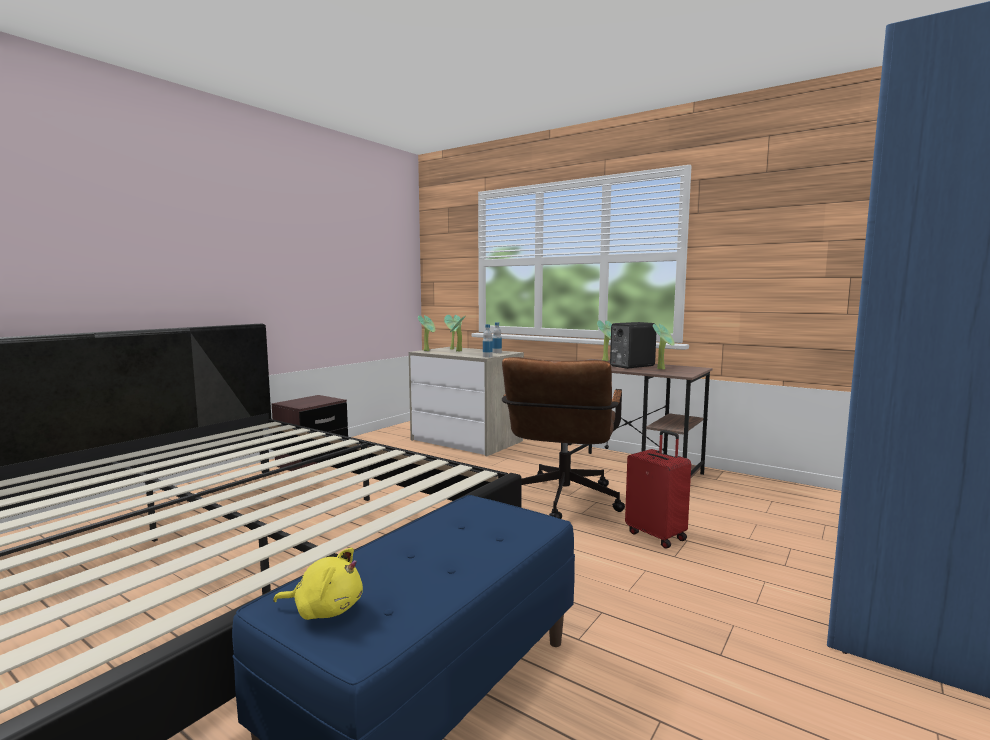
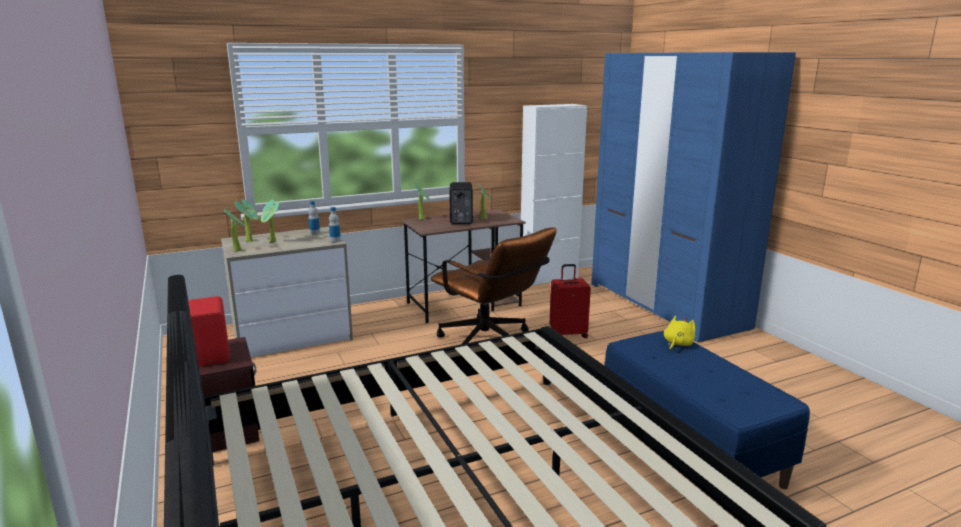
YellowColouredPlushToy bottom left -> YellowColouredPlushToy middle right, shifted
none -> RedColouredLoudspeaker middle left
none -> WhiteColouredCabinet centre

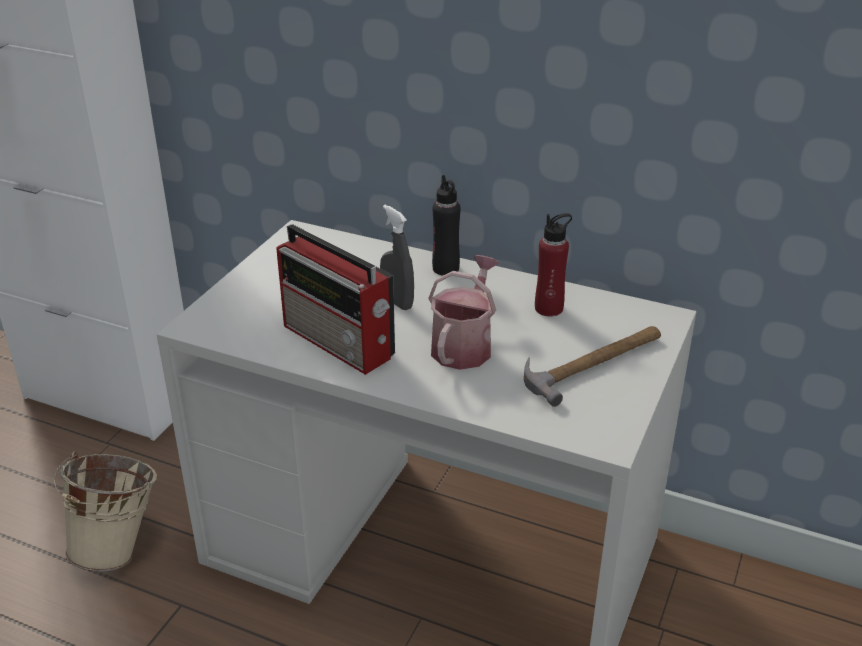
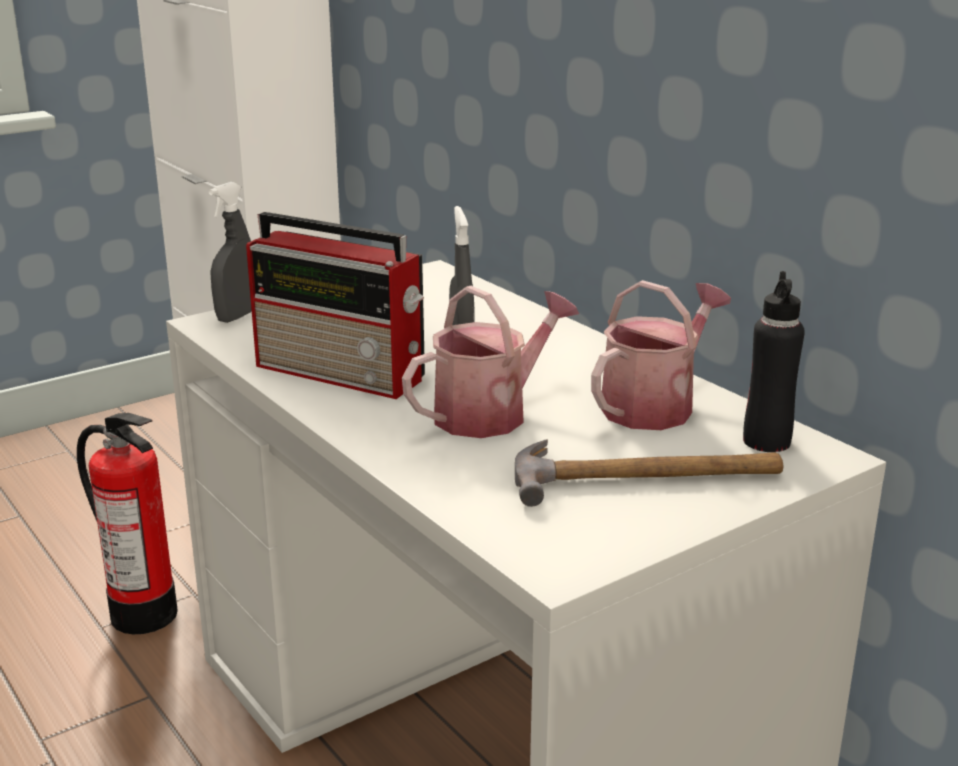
BeigeColouredBucket bottom left -> Extinguisher bottom left
Radio centre, 45 degrees counterclockwise
BlackColouredDrinkBottle centre -> BlackColouredDrinkBottle middle right, shifted
RedColouredDrinkBottle centre -> SprinklingCan (no. 2 from left) middle right
none -> GraySprayBottle (no. 1 from left) top left

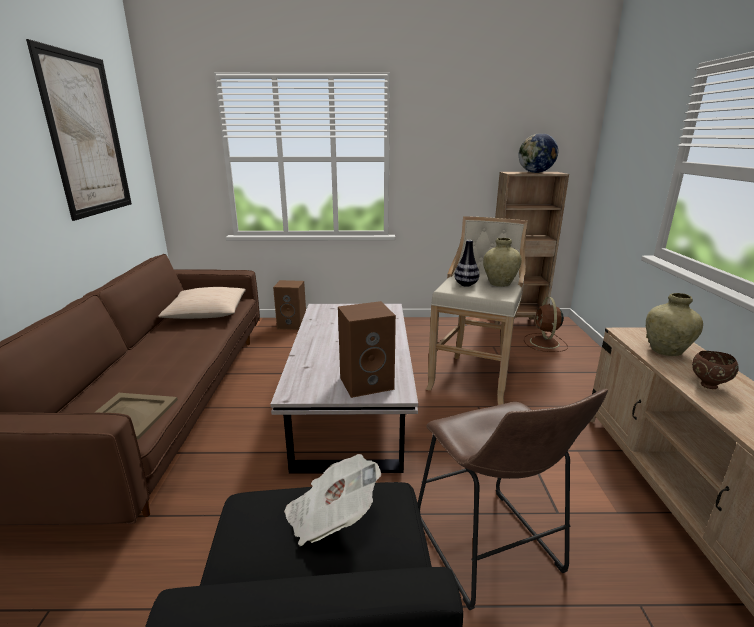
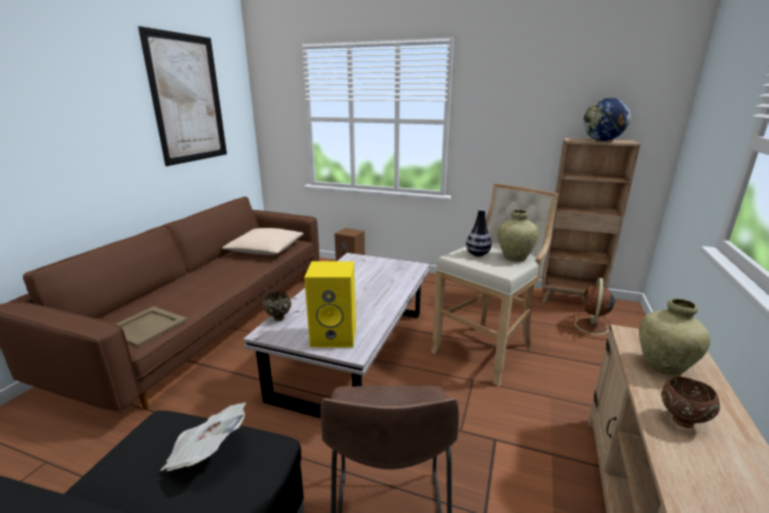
BrownLoudspeaker (no. 2 from left) centre -> YellowColouredLoudspeaker centre
none -> BrownDeepDish (no. 1 from left) centre

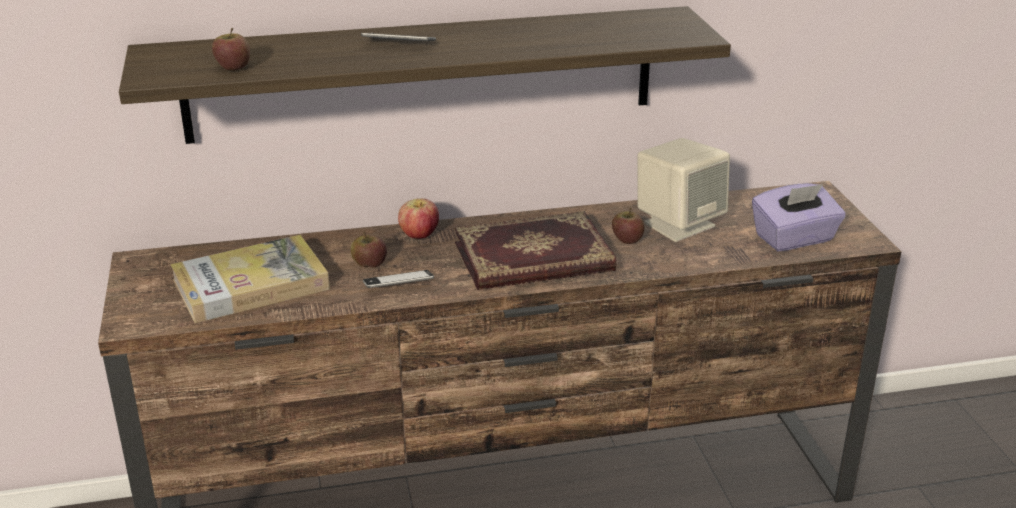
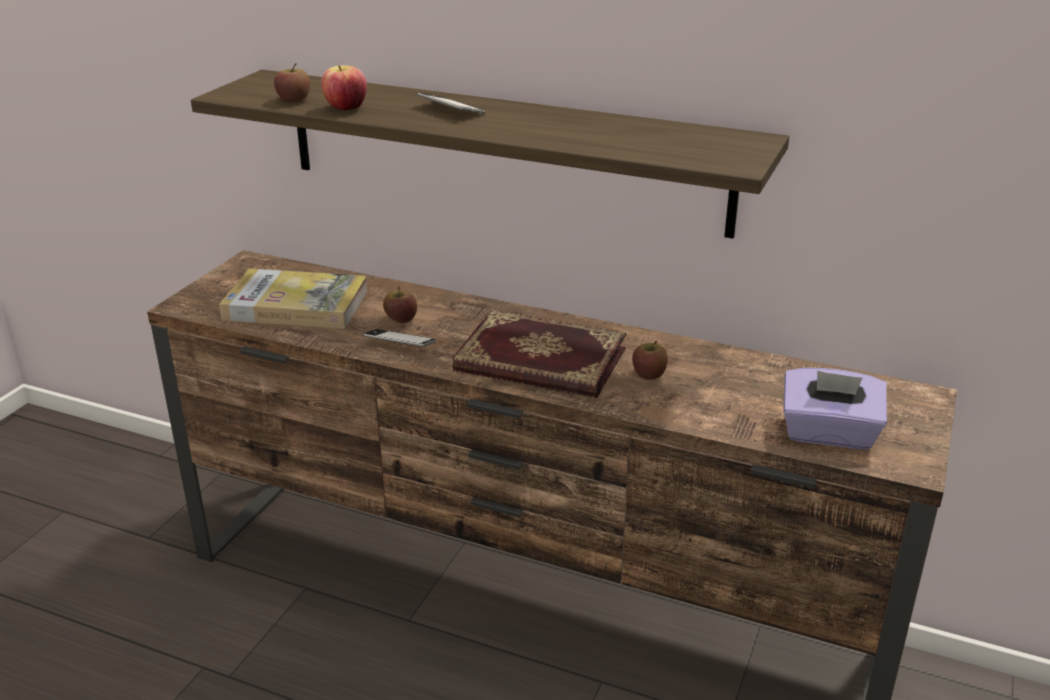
WholeApple (no. 3 from left in the first image) centre -> WholeApple (no. 2 from left) top left, shifted
BeigeColouredLoudspeaker middle right -> none

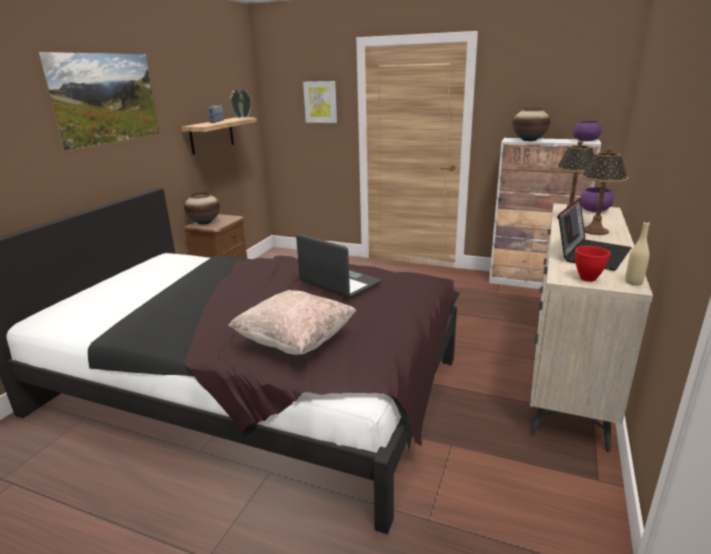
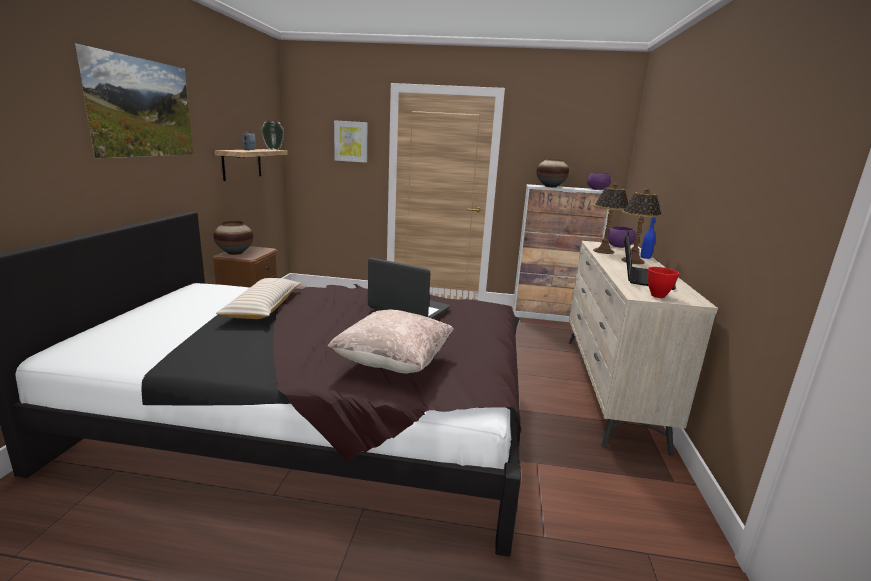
BeigeColouredDrinkBottle middle right -> none
none -> BeigeColouredThrowPillow (no. 1 from left) middle left
none -> BluishDrinkBottle middle right

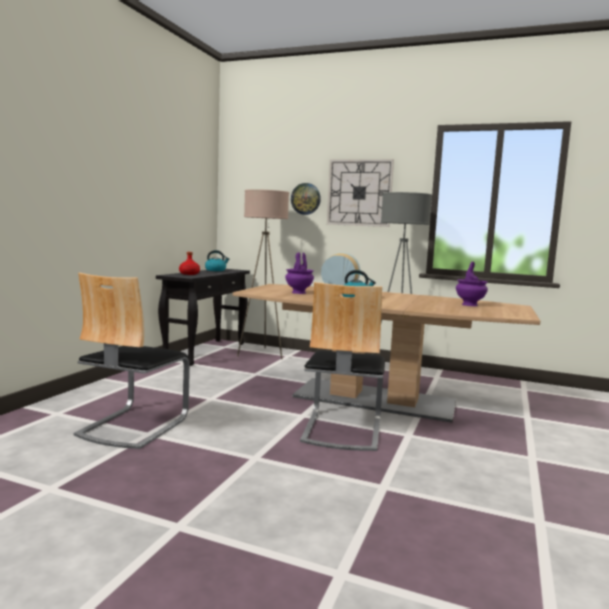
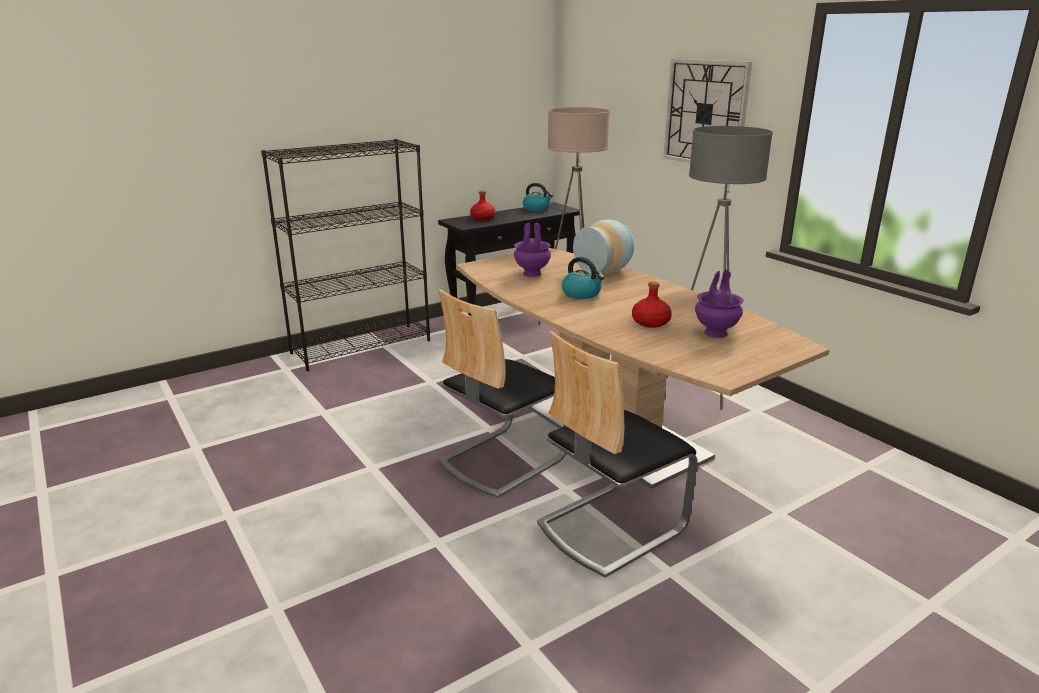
Chair (no. 1 from left in the first image) middle left -> Chair (no. 2 from left) centre, shifted
WallClock (no. 1 from left) top centre -> none
none -> BlackColouredShelvingUnit middle left
none -> RedColouredDrinkBottle (no. 2 from left) centre

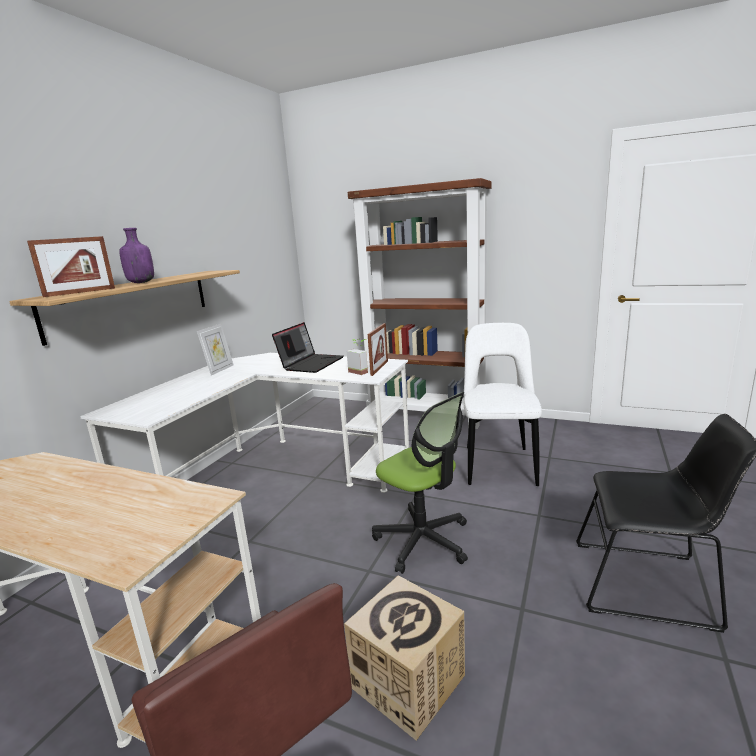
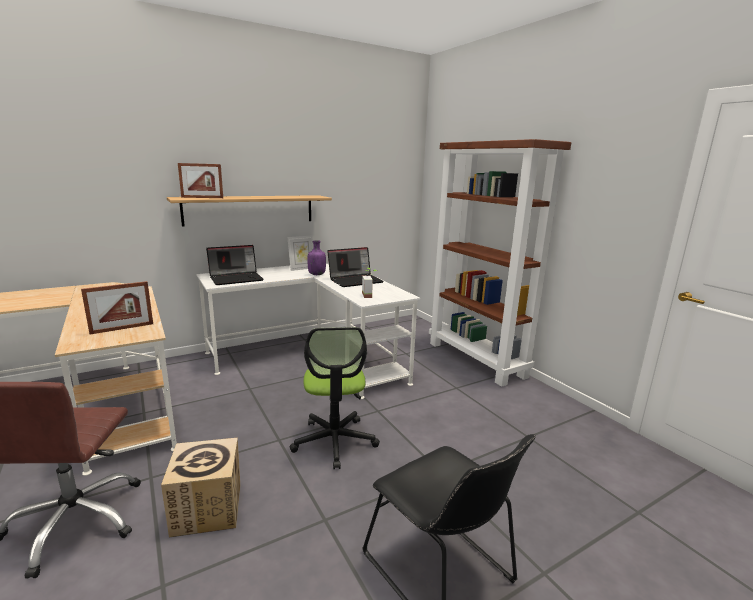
PurpleColouredDrinkBottle middle left -> PurpleColouredDrinkBottle centre, shifted
StandingFrame (no. 3 from left in the first image) centre -> StandingFrame (no. 1 from left) middle left, shifted
WhiteColouredChair centre -> none
none -> NotebookComputer (no. 1 from left) middle left

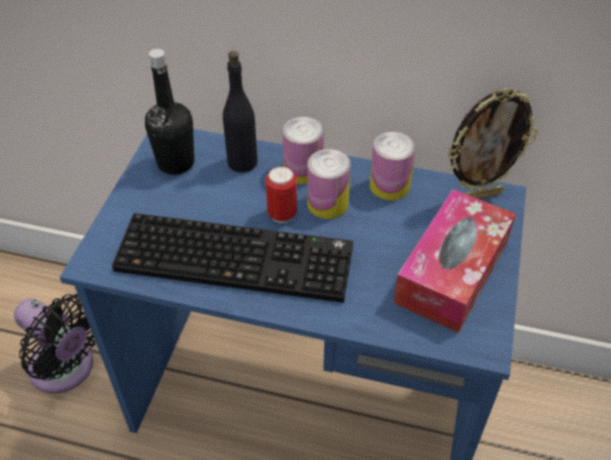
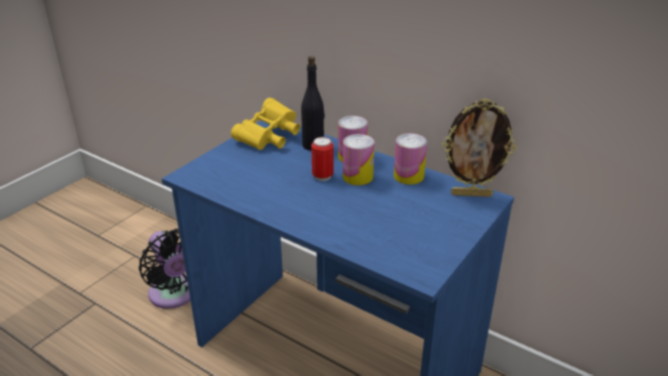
ComputerKeyboard centre -> none
BlackColouredDrinkBottle (no. 1 from left) top left -> YellowColouredBinoculars top centre
TissueHolder middle right -> none

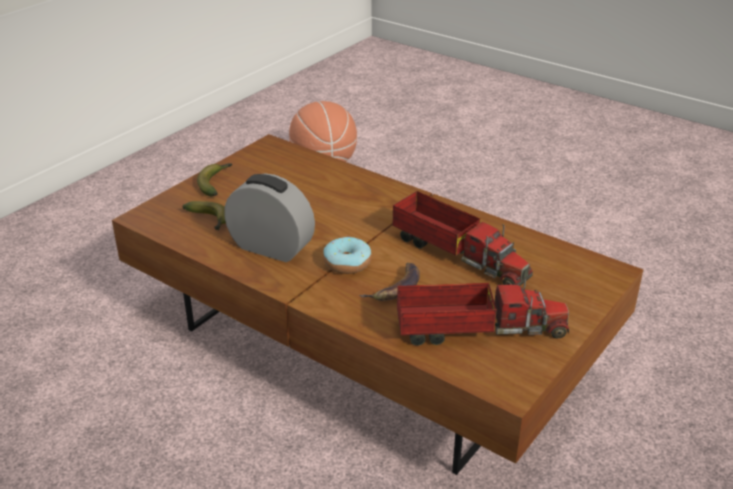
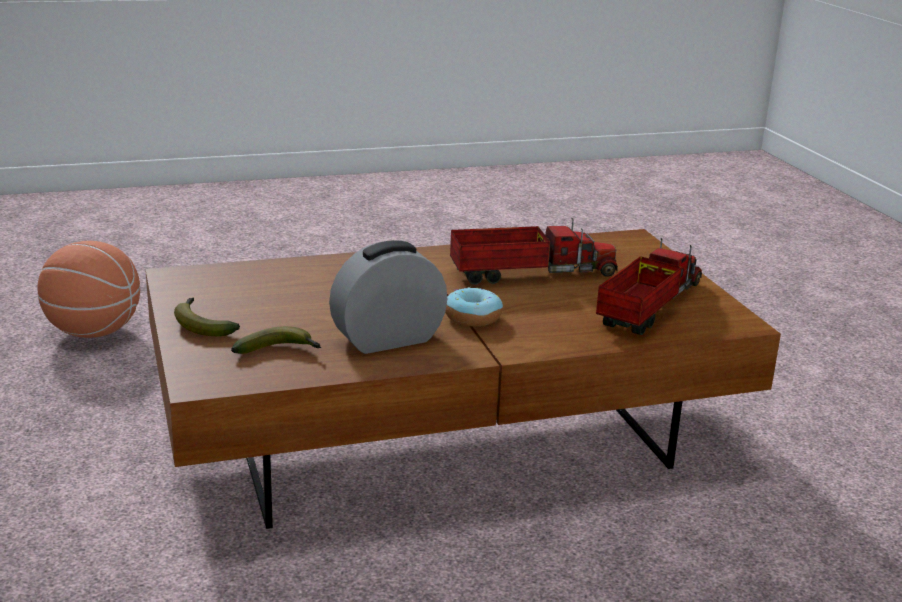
Banana (no. 3 from left) centre -> none

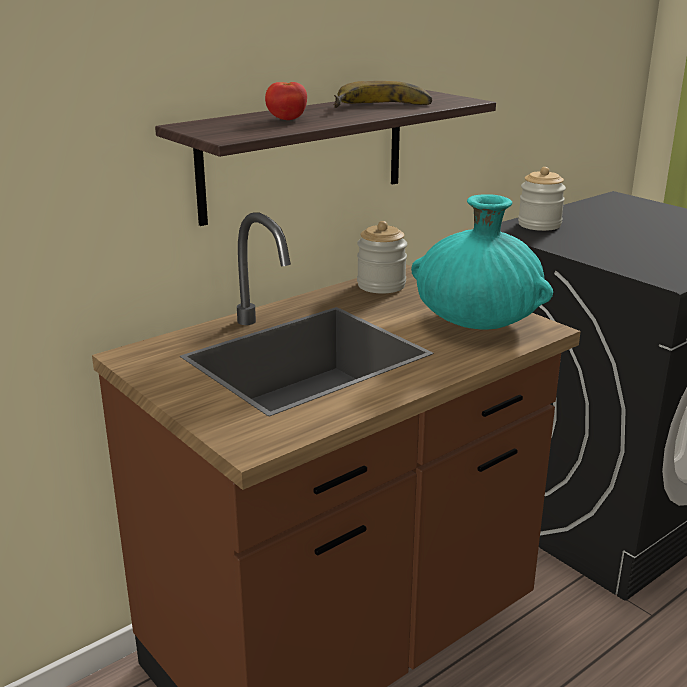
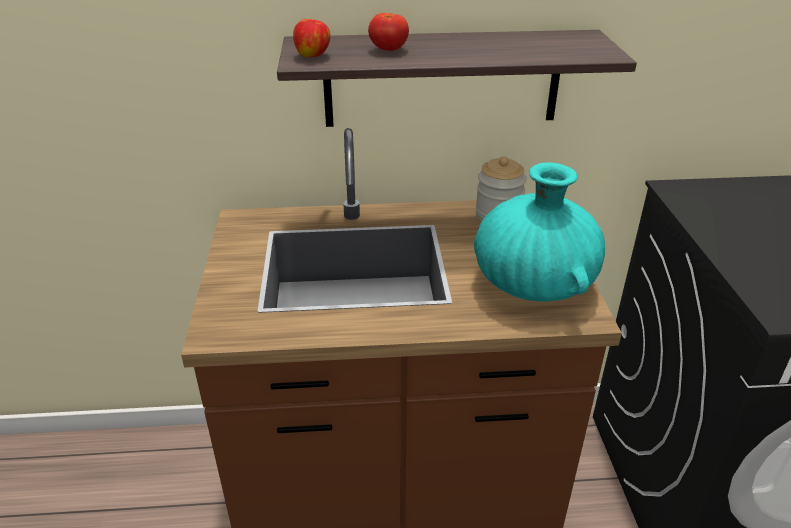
Banana top centre -> none
StorageJar (no. 2 from left) top right -> none
none -> WholeApple top centre

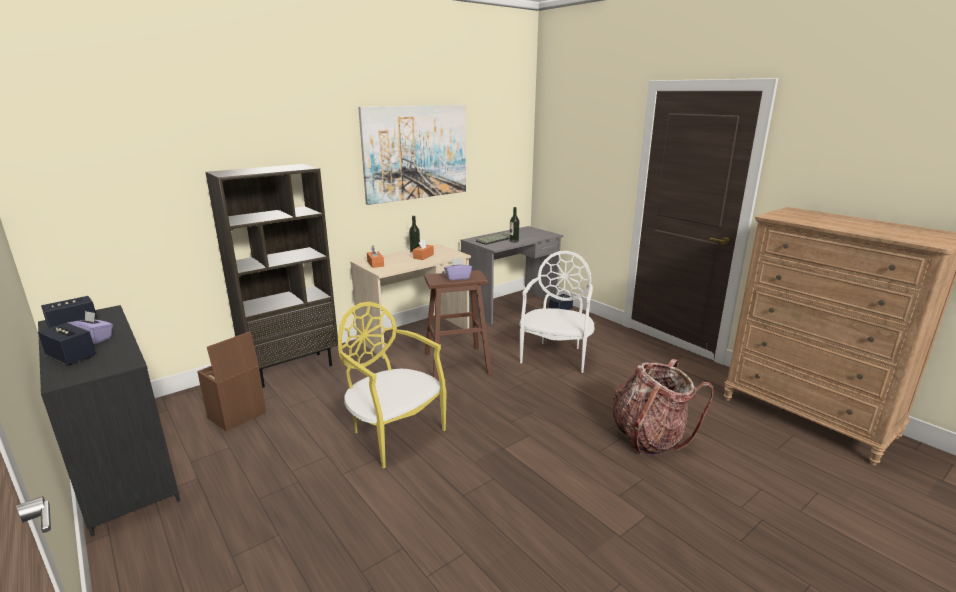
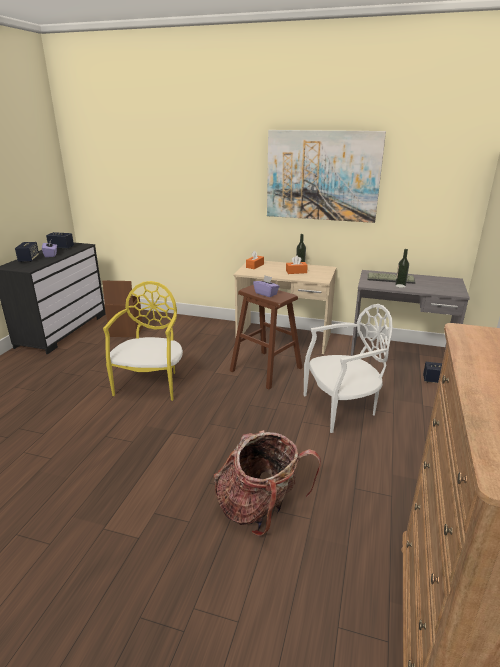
BrownShelvingUnit middle left -> none

